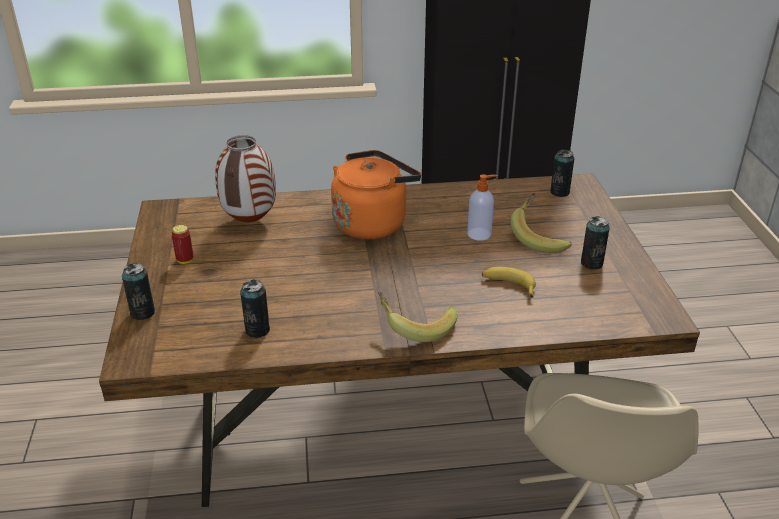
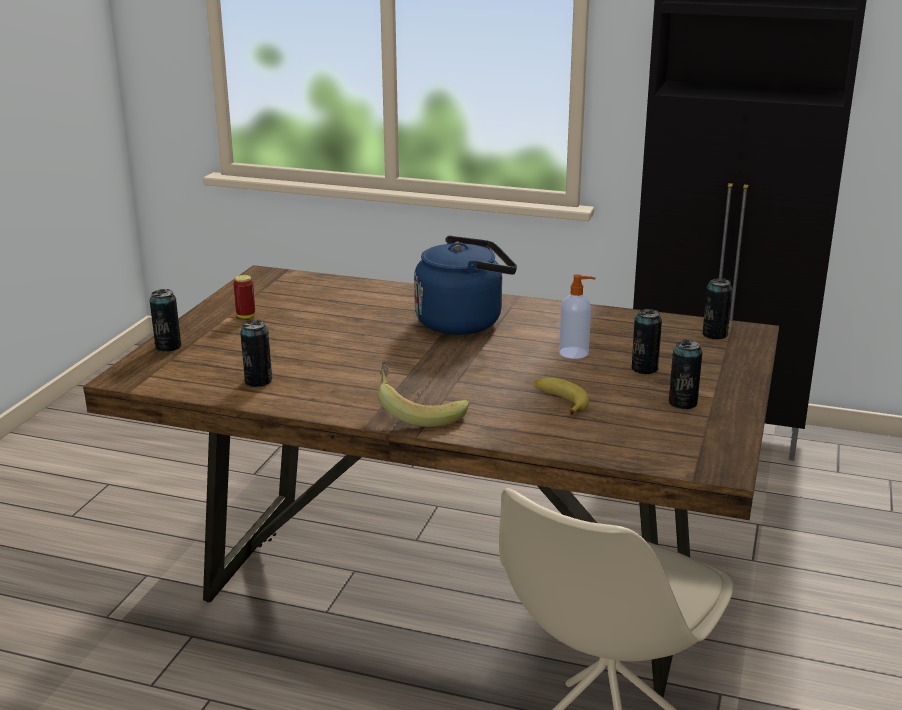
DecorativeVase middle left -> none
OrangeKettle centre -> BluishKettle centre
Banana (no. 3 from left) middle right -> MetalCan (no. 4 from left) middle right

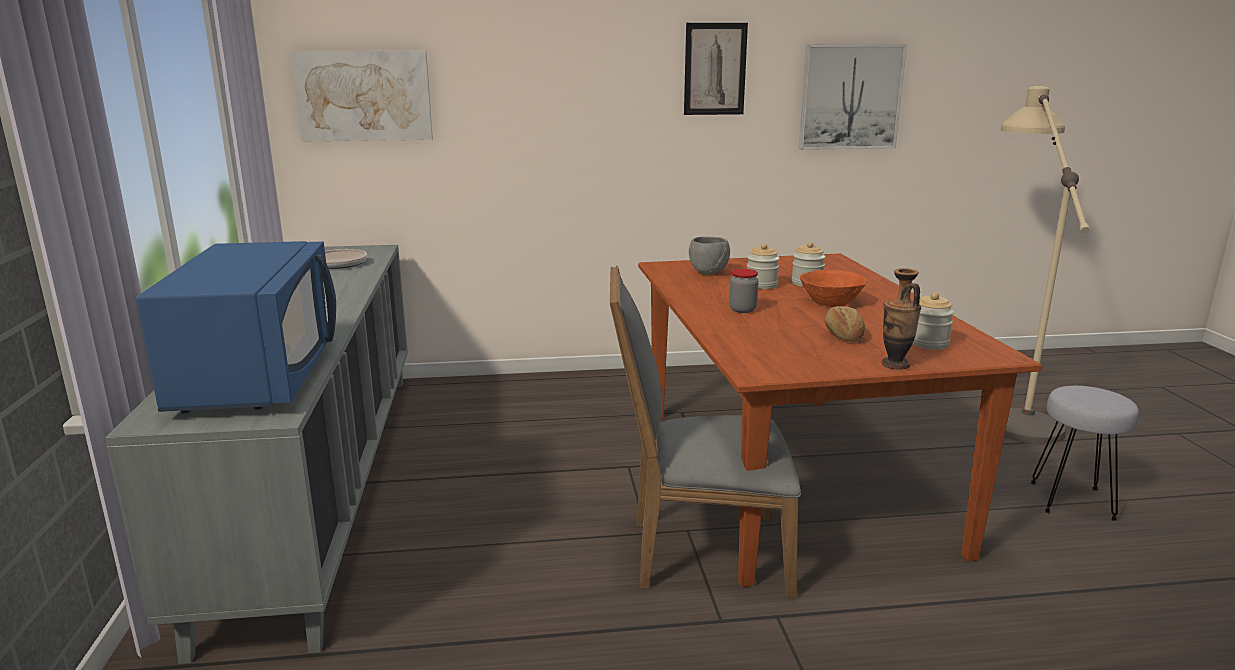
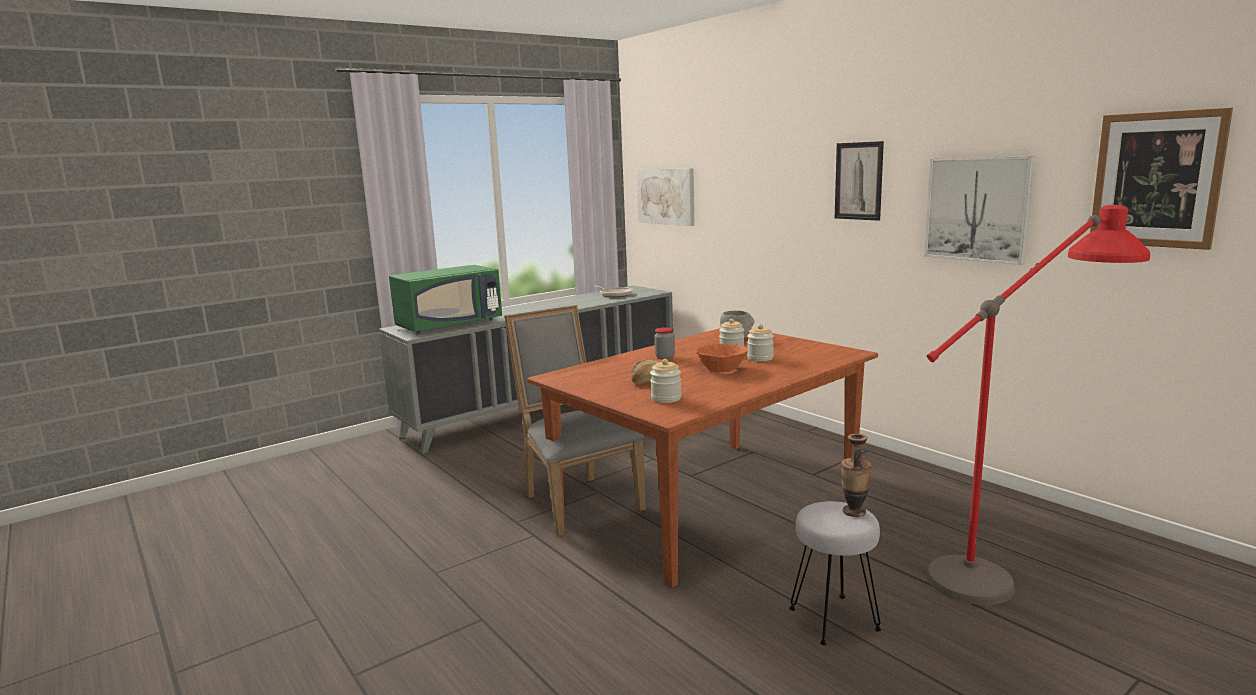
BluishMicrowave middle left -> GreenishMicrowave centre
DecorativeVase middle right -> DecorativeVase bottom right, shifted
BeigeColouredStandardLamp middle right -> RedColouredStandardLamp middle right
none -> WallArt (no. 4 from left) top right

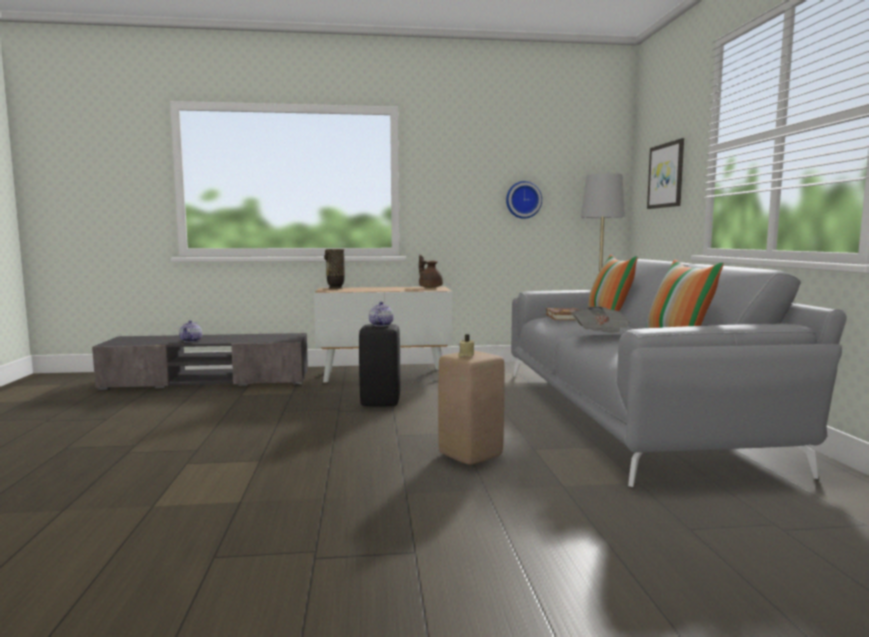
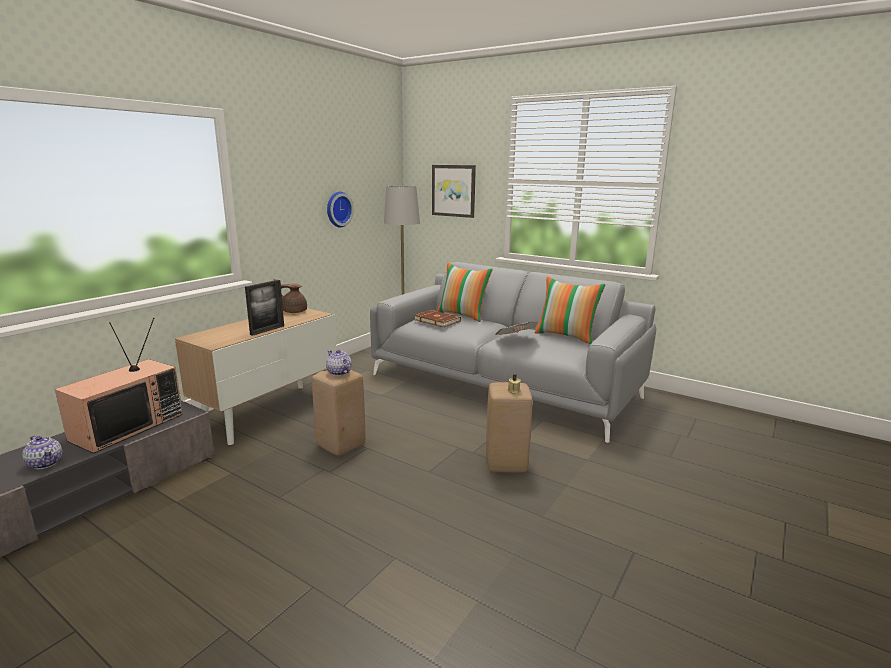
DecorativeVase centre -> none
BlackColouredStoolSeat centre -> BeigeColouredStoolSeat (no. 1 from left) centre
none -> TvSet middle left
none -> StandingFrame middle left

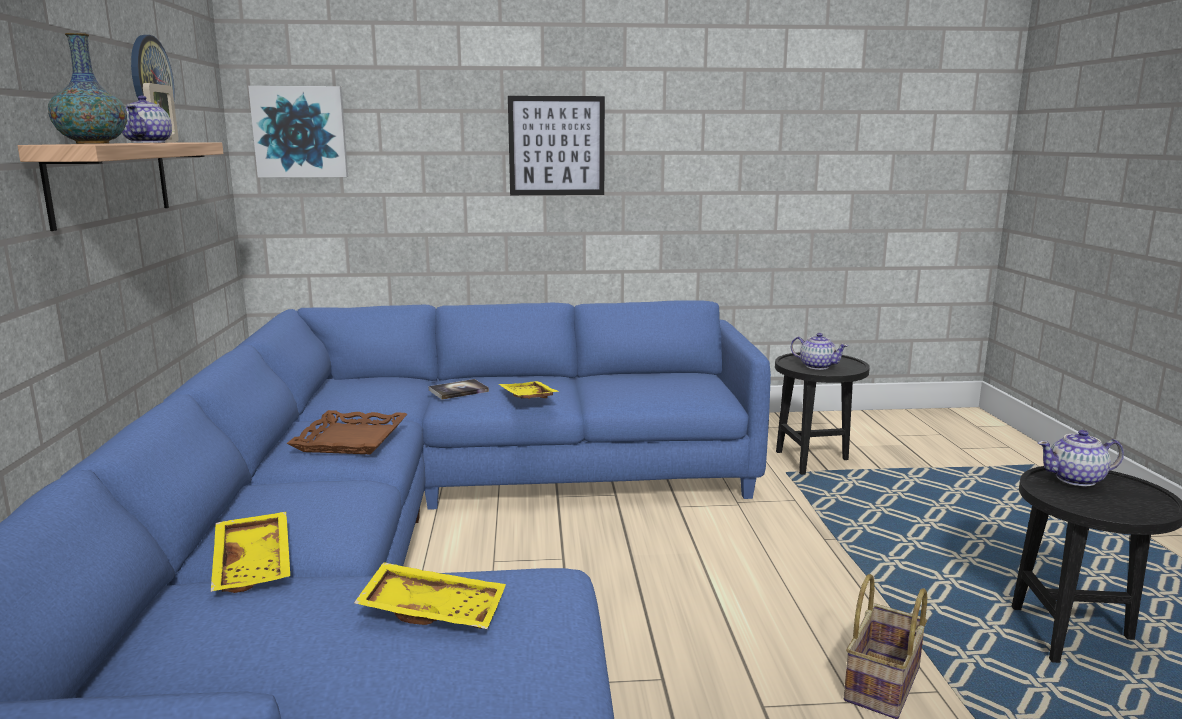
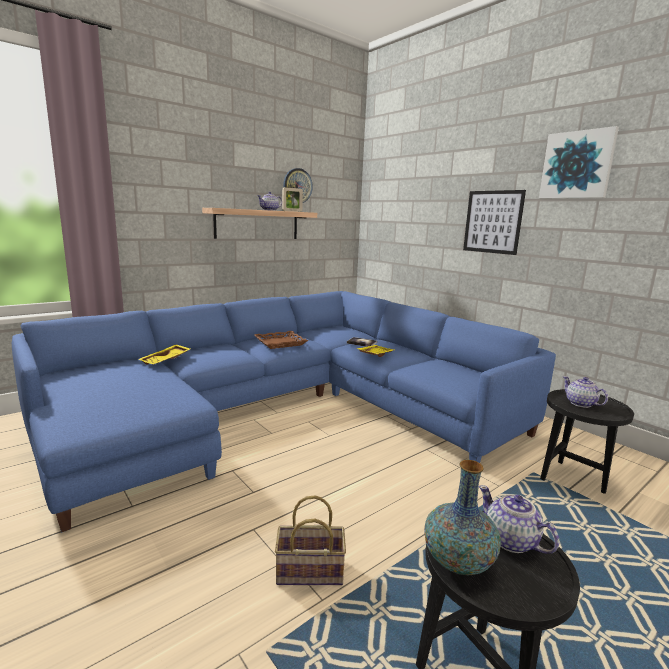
DecorativeVase top left -> DecorativeVase bottom right, shifted
WallArt (no. 1 from left in the first image) top left -> WallArt (no. 2 from left) top right, shifted
YellowColouredTray (no. 2 from left) bottom centre -> none
PotForTea (no. 2 from left in the first image) middle right -> PotForTea (no. 3 from left) middle right, 150 degrees clockwise

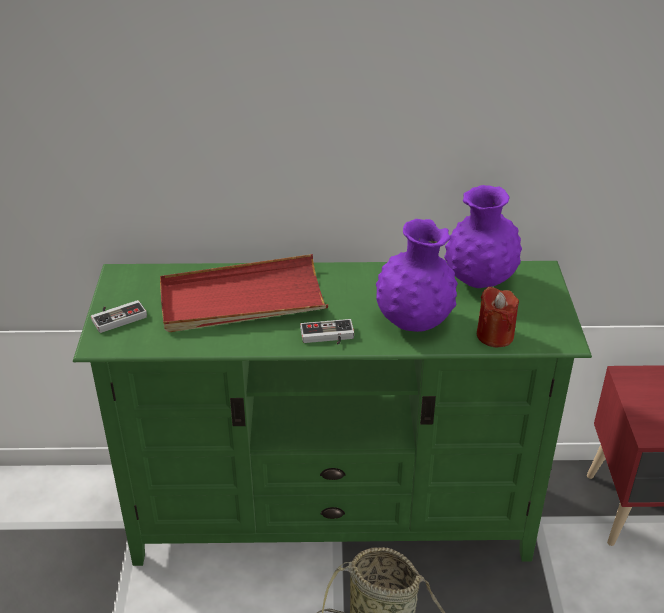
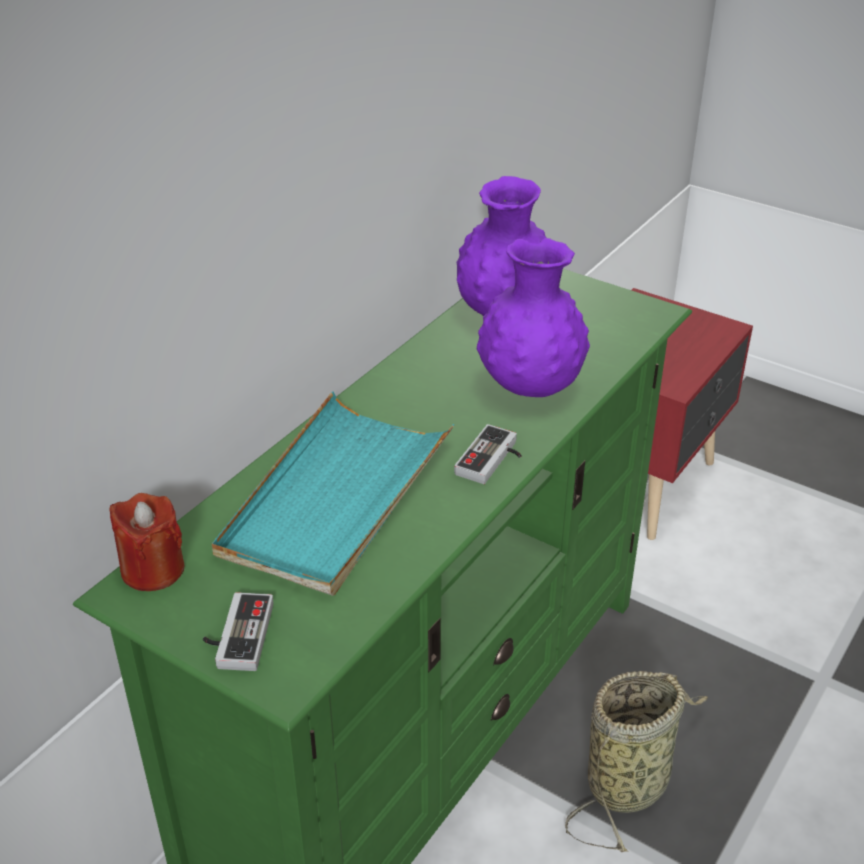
RedColouredTray centre -> TurquoiseTray centre
RedColouredWaxCandle middle right -> RedColouredWaxCandle middle left, shifted

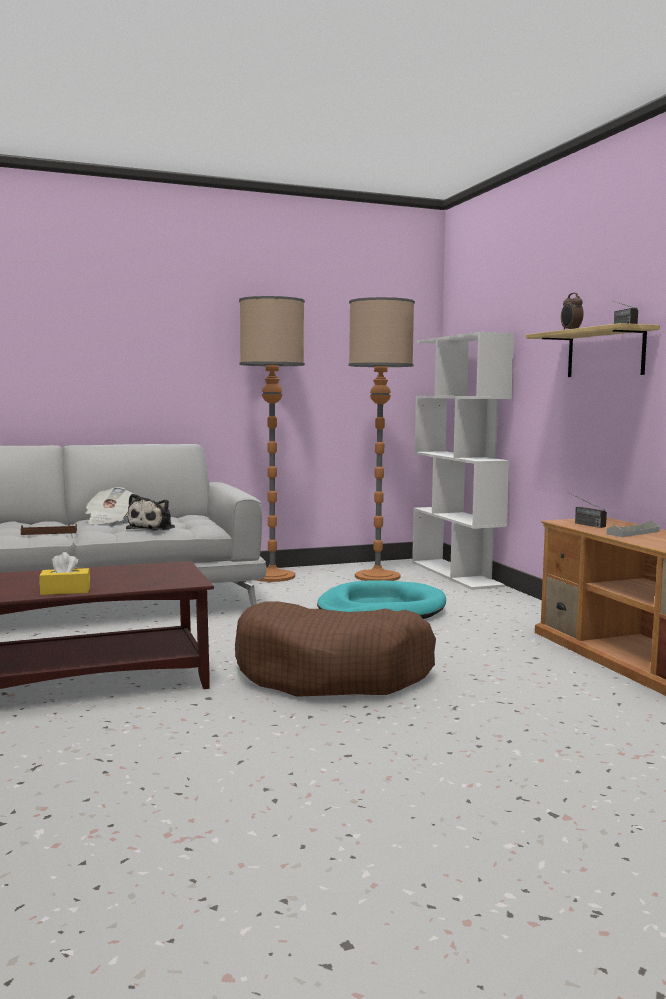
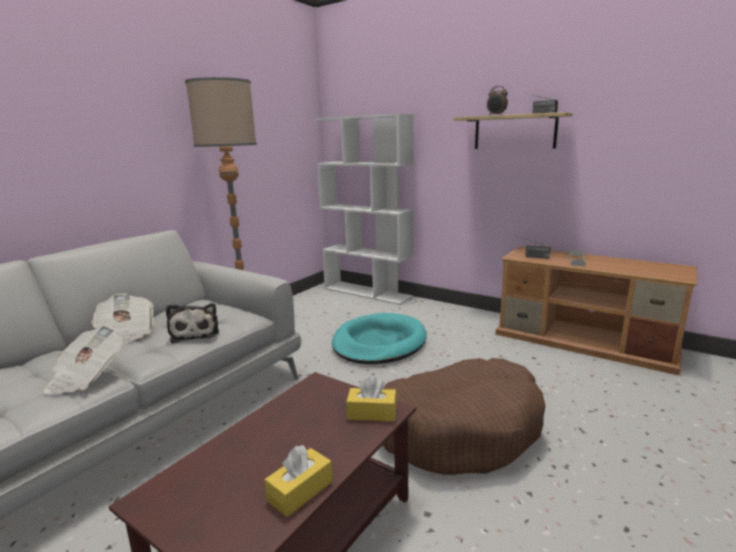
BrownTray middle left -> DailyPaper (no. 1 from left) middle left
StandardLamp (no. 2 from left) centre -> none
none -> YellowColouredTissueHolder (no. 2 from left) bottom centre

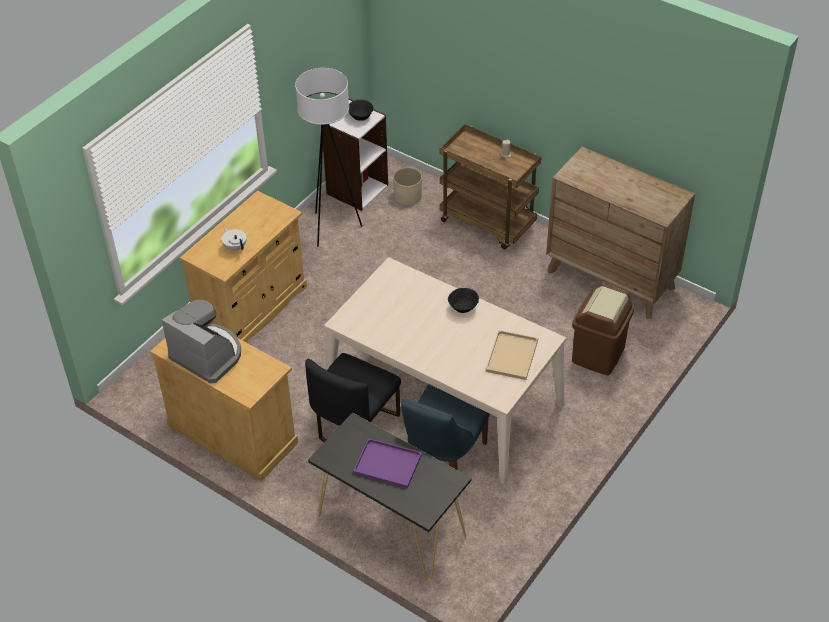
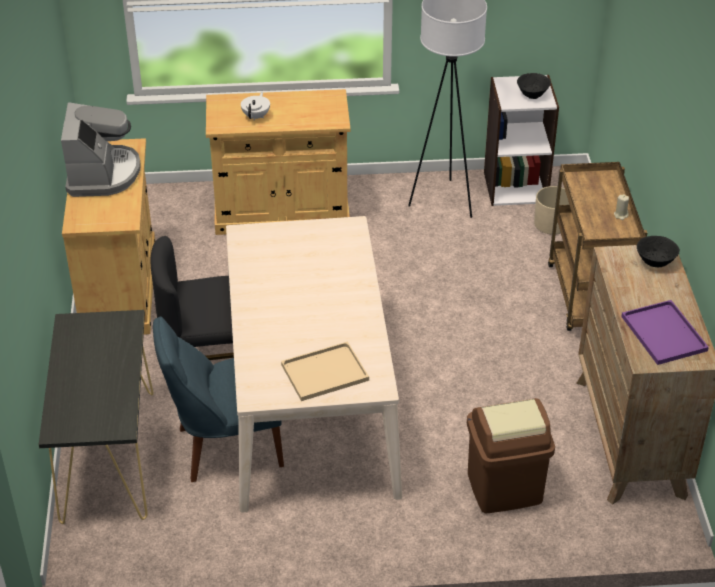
PurpleColouredTray bottom centre -> PurpleColouredTray middle right, shifted
BlackColouredDeepDish (no. 2 from left) centre -> BlackColouredDeepDish (no. 2 from left) middle right, shifted

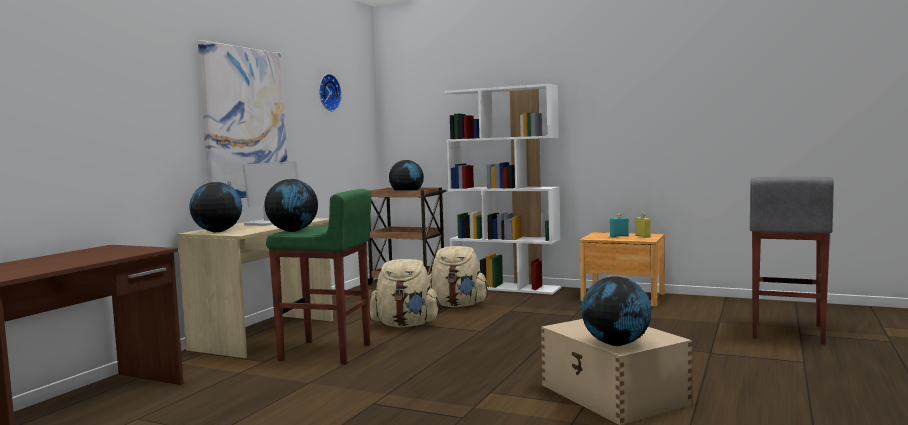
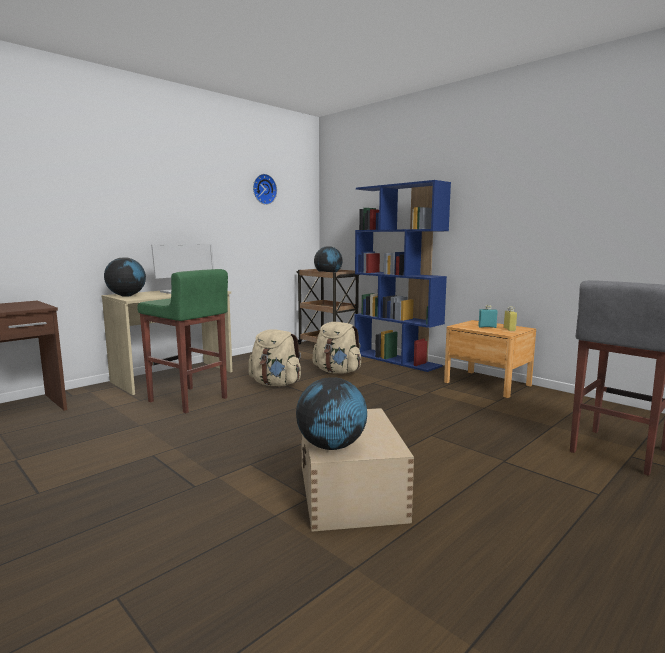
WallArt top left -> none
Globe (no. 2 from left) middle left -> none
WhiteColouredShelvingUnit centre -> BluishShelvingUnit centre

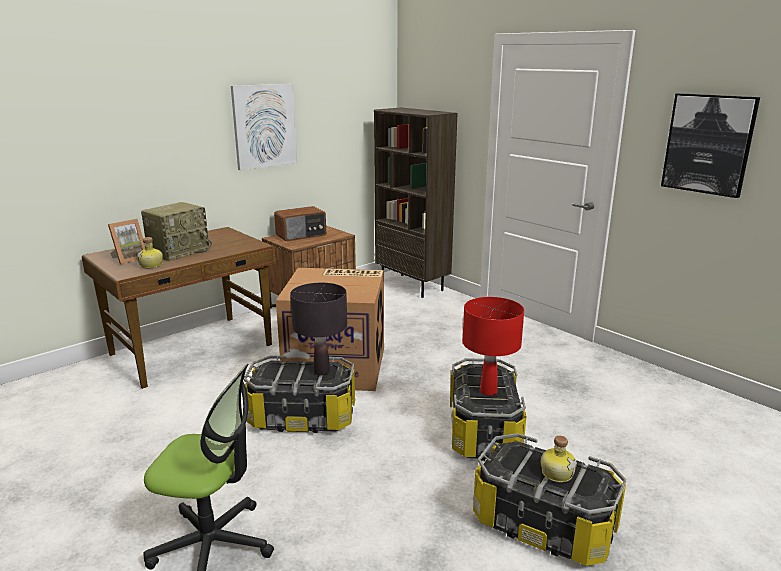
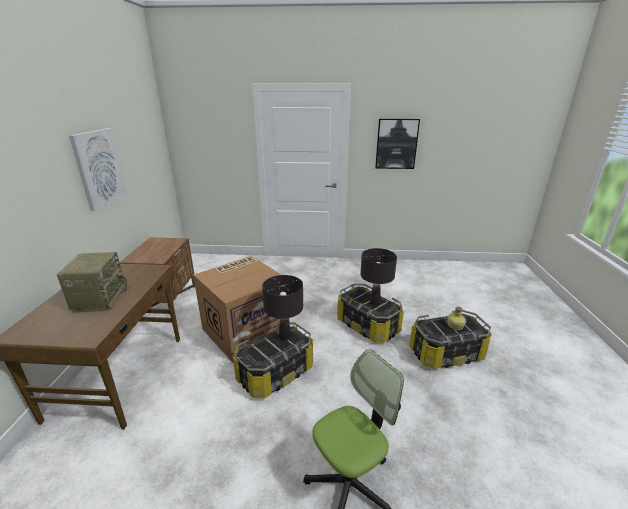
StandingFrame middle left -> none
DrinkBottle (no. 1 from left) middle left -> none
Radio (no. 2 from left) centre -> none
BrownShelvingUnit centre -> none
RedColouredTabletopLamp centre -> BlackColouredTabletopLamp (no. 2 from left) centre

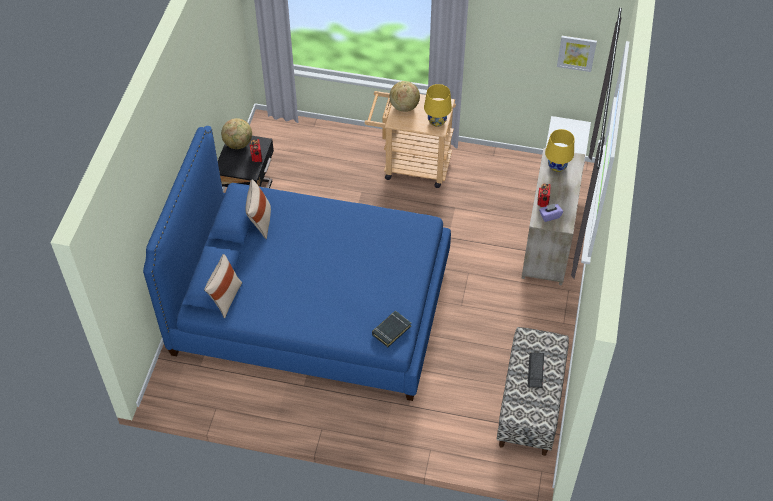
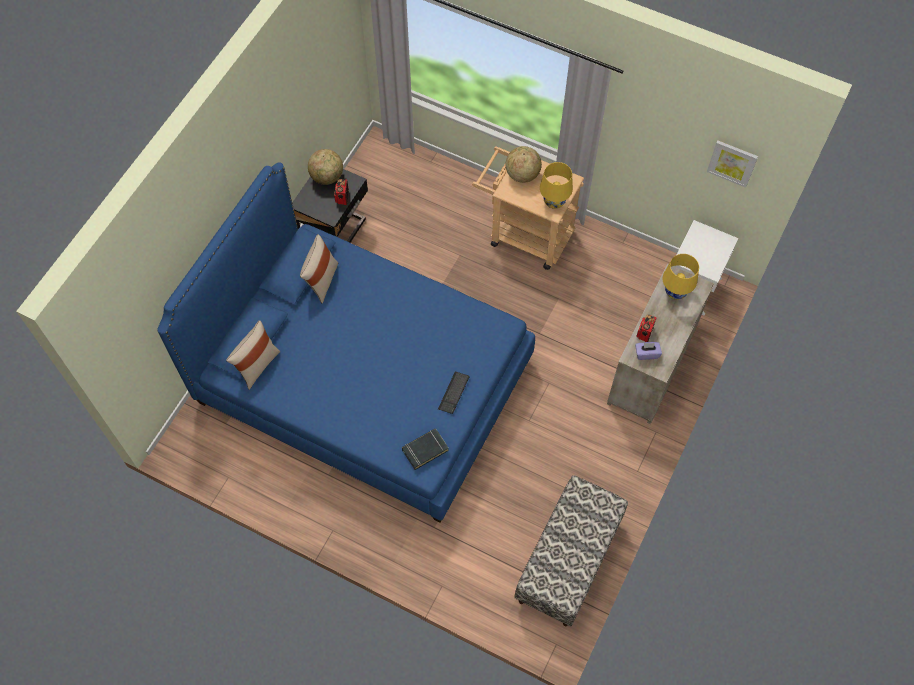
ComputerKeyboard bottom right -> ComputerKeyboard centre, shifted

